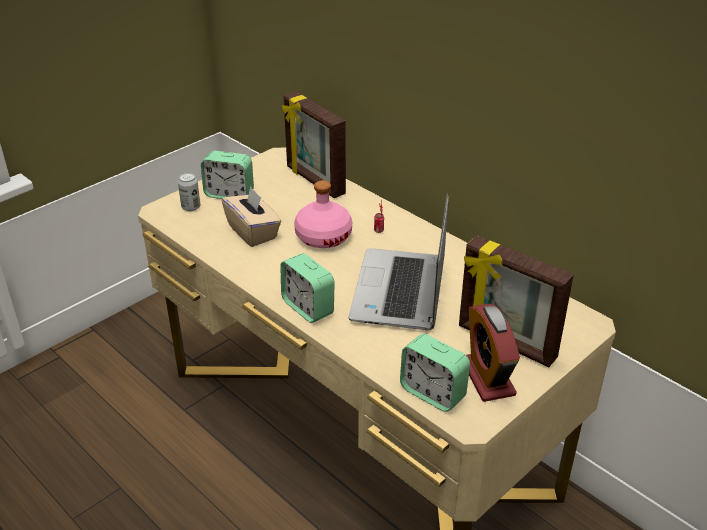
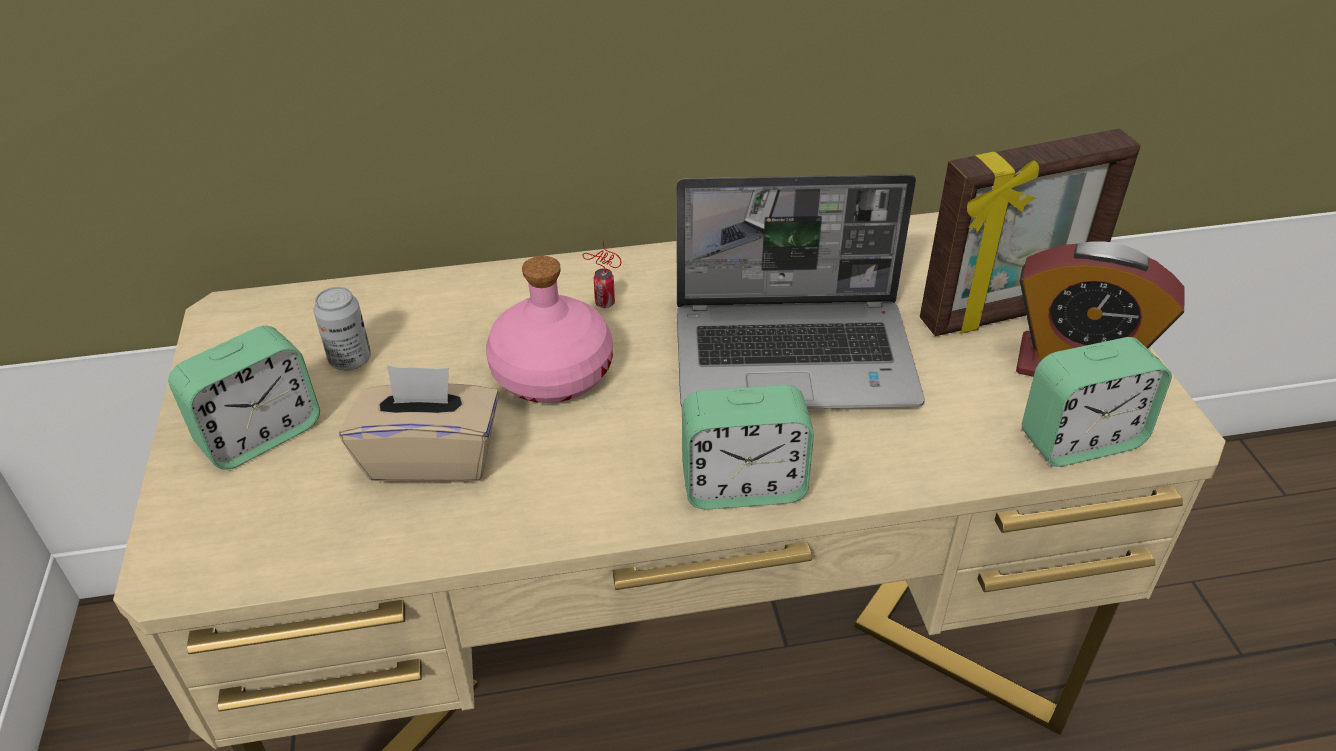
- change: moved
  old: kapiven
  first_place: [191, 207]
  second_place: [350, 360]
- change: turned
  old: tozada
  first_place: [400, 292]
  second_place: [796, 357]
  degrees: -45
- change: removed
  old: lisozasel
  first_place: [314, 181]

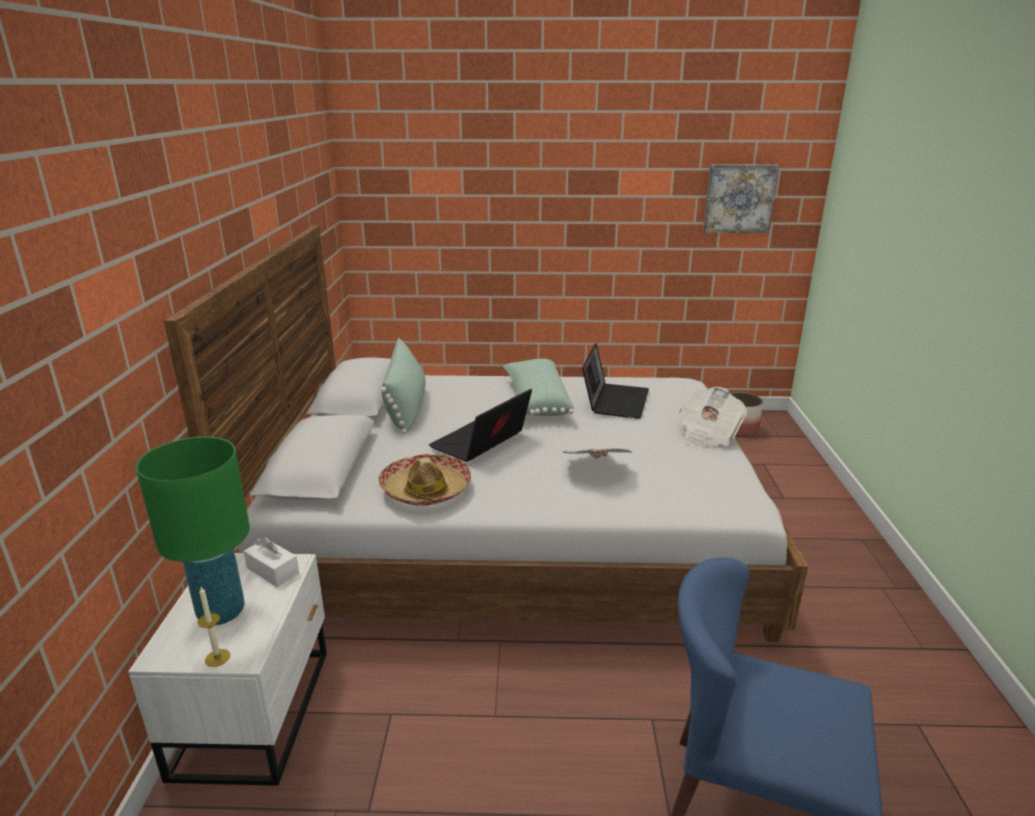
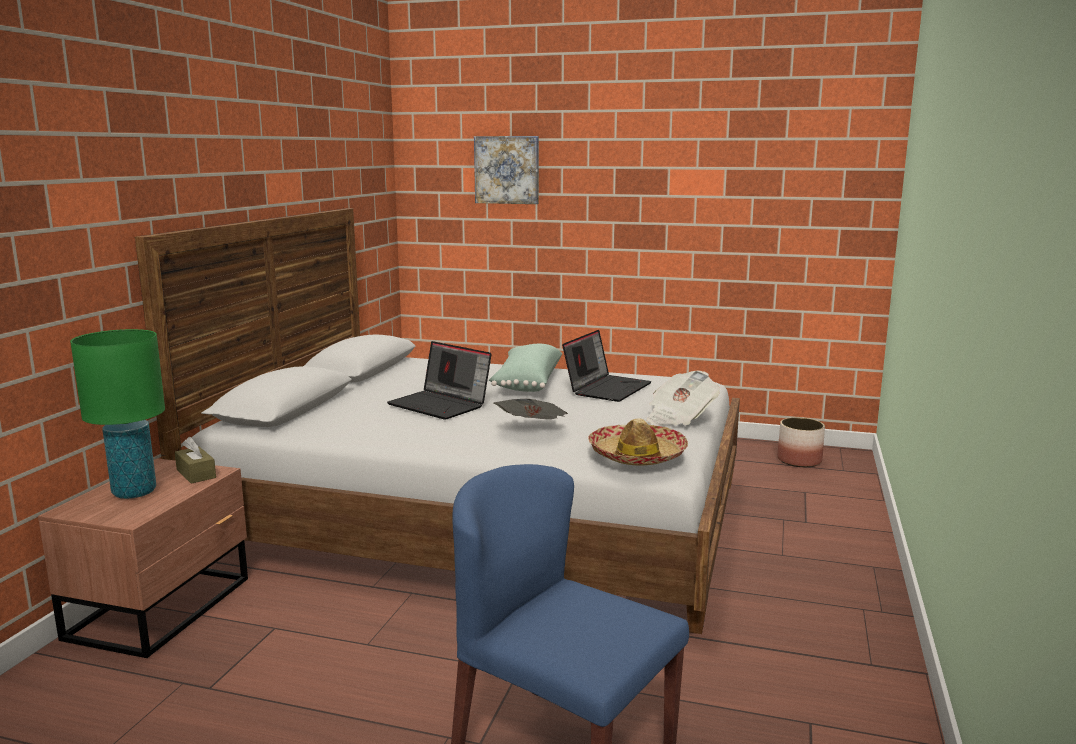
- change: recoloured
  old: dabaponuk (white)
  new: dabaponuk (brown)
  first_place: [257, 710]
  second_place: [164, 607]
- change: recoloured
  old: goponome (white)
  new: goponome (brown)
  first_place: [273, 571]
  second_place: [196, 474]
- change: turned
  old: tozada
  first_place: [480, 443]
  second_place: [441, 405]
  degrees: -105
- change: moved
  old: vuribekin
  first_place: [739, 198]
  second_place: [507, 170]
- change: moved
  old: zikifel
  first_place: [425, 490]
  second_place: [637, 455]
- change: removed
  old: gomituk
  first_place: [217, 658]
- change: removed
  old: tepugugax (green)
  first_place: [406, 407]

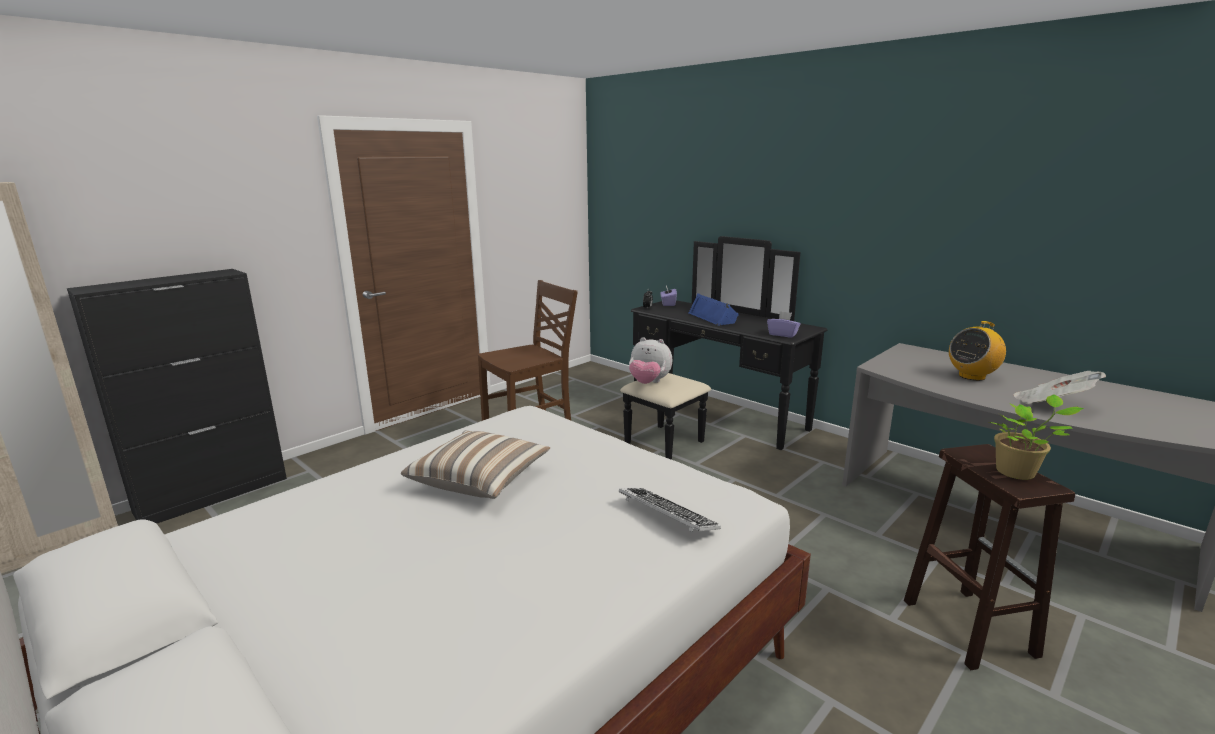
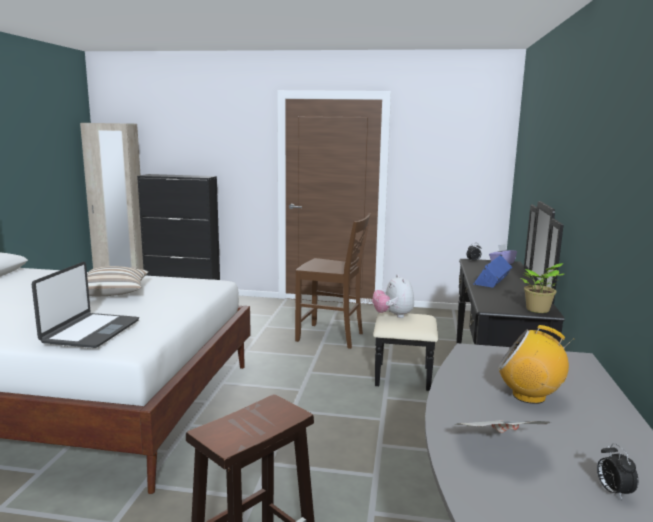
- change: replaced
  old: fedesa
  new: tozada
  first_place: [667, 516]
  second_place: [90, 331]
- change: moved
  old: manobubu
  first_place: [1018, 473]
  second_place: [538, 310]
- change: added
  new: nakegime
  second_place: [613, 491]
- change: removed
  old: goponome (purple)
  first_place: [782, 334]

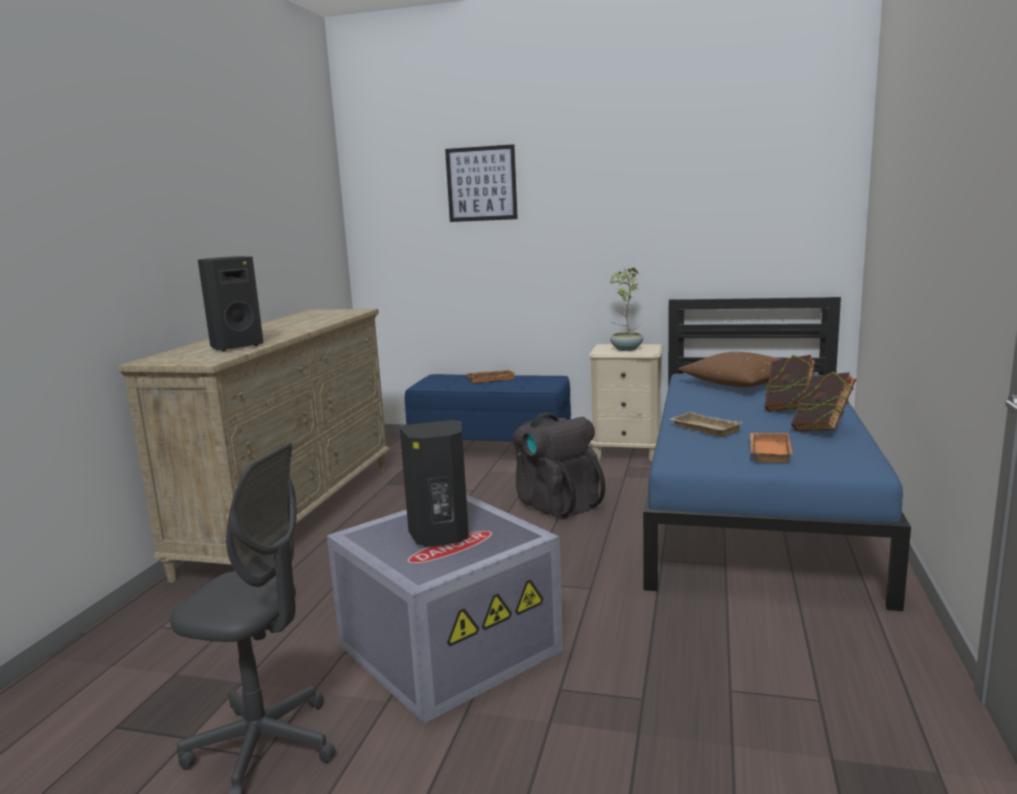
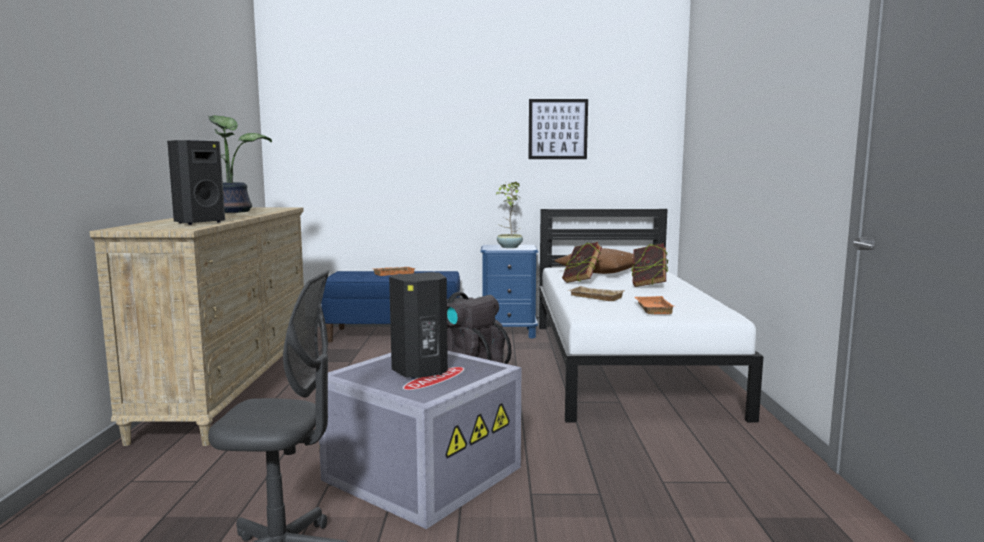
- change: added
  new: manobubu
  second_place: [233, 211]
- change: recoloured
  old: dabaponuk (beige)
  new: dabaponuk (blue)
  first_place: [627, 453]
  second_place: [508, 333]
- change: moved
  old: vuribekin
  first_place: [481, 184]
  second_place: [558, 129]
- change: recoloured
  old: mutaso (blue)
  new: mutaso (white)
  first_place: [756, 507]
  second_place: [624, 364]
- change: moved
  old: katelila
  first_place: [821, 431]
  second_place: [581, 282]

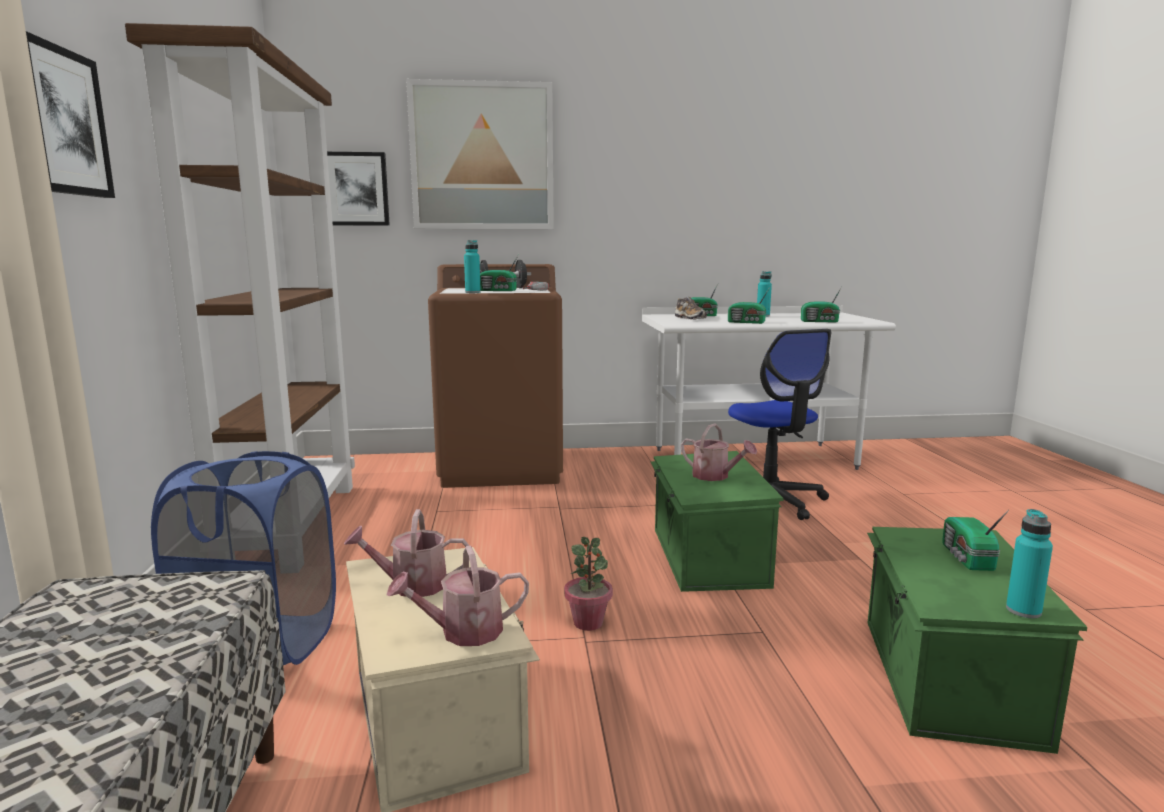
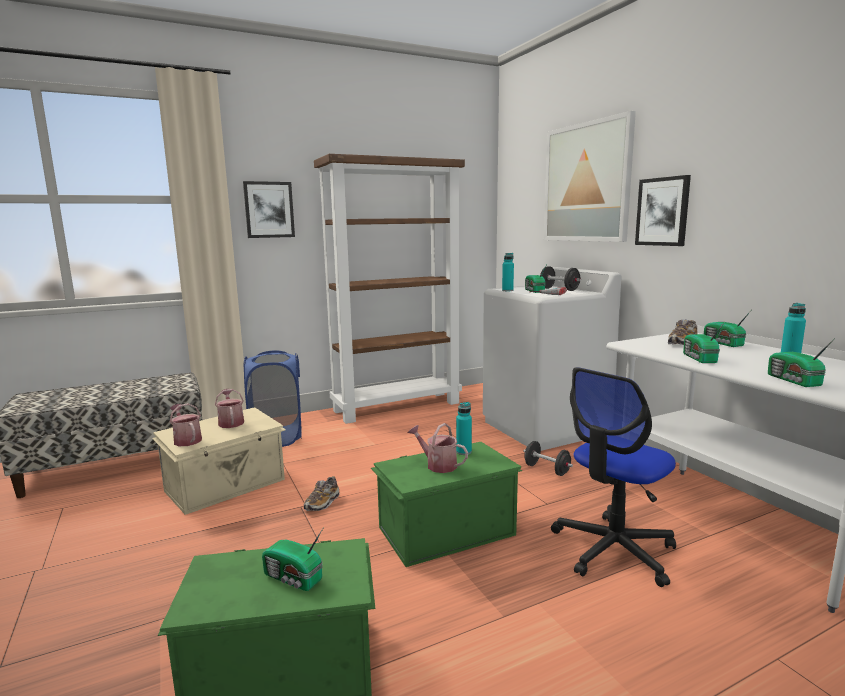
- change: turned
  old: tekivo
  first_place: [966, 558]
  second_place: [293, 578]
  degrees: -135
- change: replaced
  old: manobubu
  new: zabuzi
  first_place: [588, 623]
  second_place: [322, 503]
- change: turned
  old: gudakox
  first_place: [715, 476]
  second_place: [438, 465]
  degrees: 105
- change: moved
  old: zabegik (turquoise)
  first_place: [1023, 610]
  second_place: [463, 452]
- change: recoloured
  old: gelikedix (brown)
  new: gelikedix (white)
  first_place: [502, 467]
  second_place: [545, 427]
- change: added
  new: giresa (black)
  second_place: [546, 469]
- change: moved
  old: vuribekin
  first_place: [356, 189]
  second_place: [662, 211]

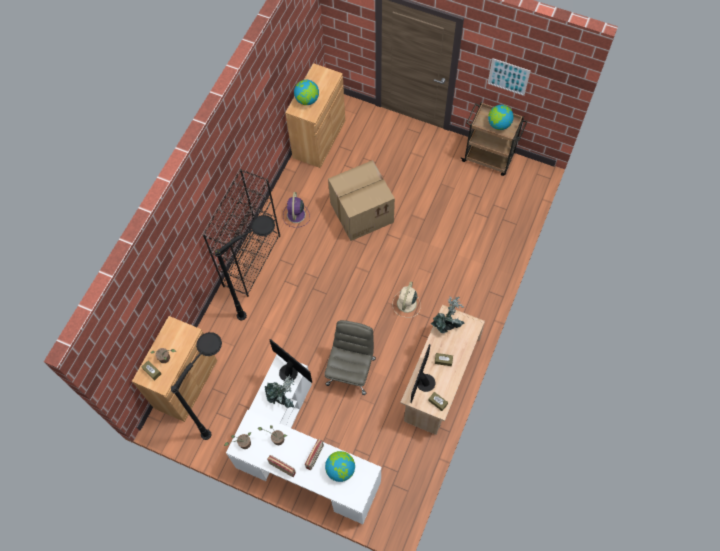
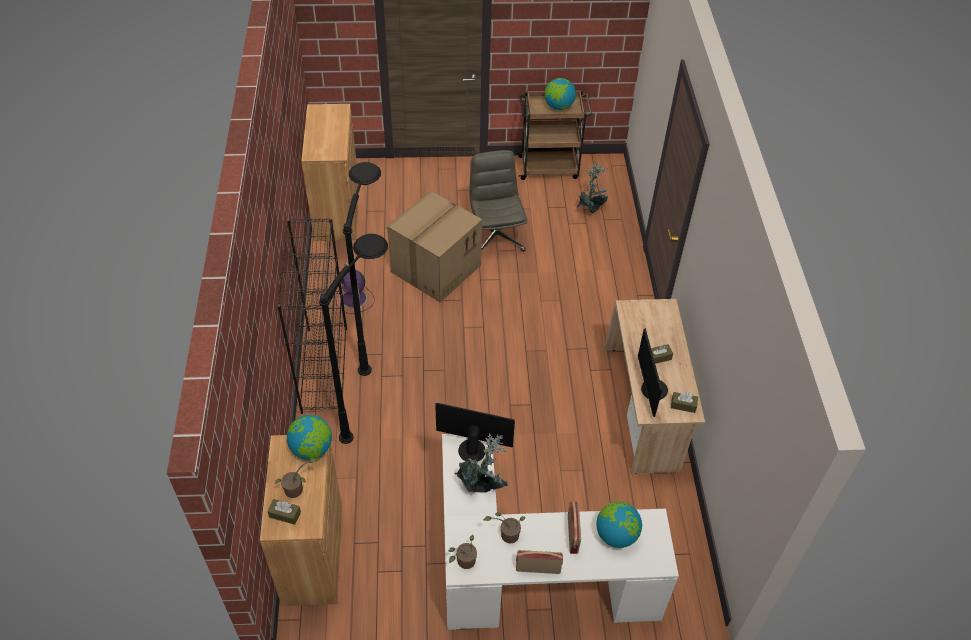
- change: moved
  old: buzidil
  first_place: [307, 100]
  second_place: [311, 449]
- change: moved
  old: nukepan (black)
  first_place: [227, 408]
  second_place: [375, 337]
- change: moved
  old: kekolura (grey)
  first_place: [351, 370]
  second_place: [495, 237]
- change: moved
  old: manobubu
  first_place: [447, 325]
  second_place: [591, 208]
- change: removed
  old: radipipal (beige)
  first_place: [406, 304]
- change: removed
  old: vuribekin
  first_place: [508, 77]

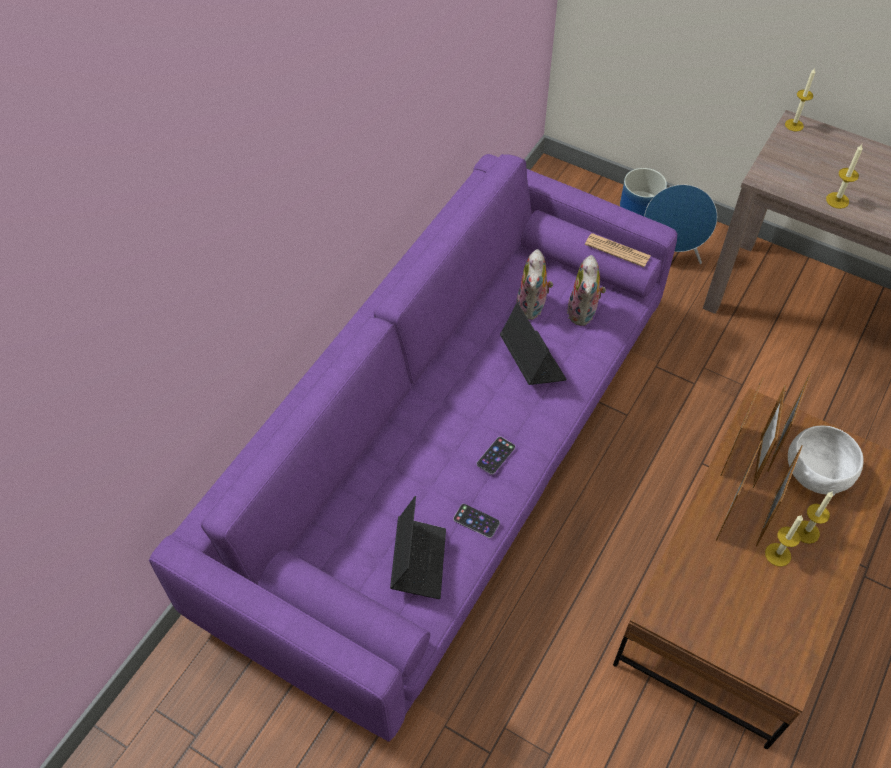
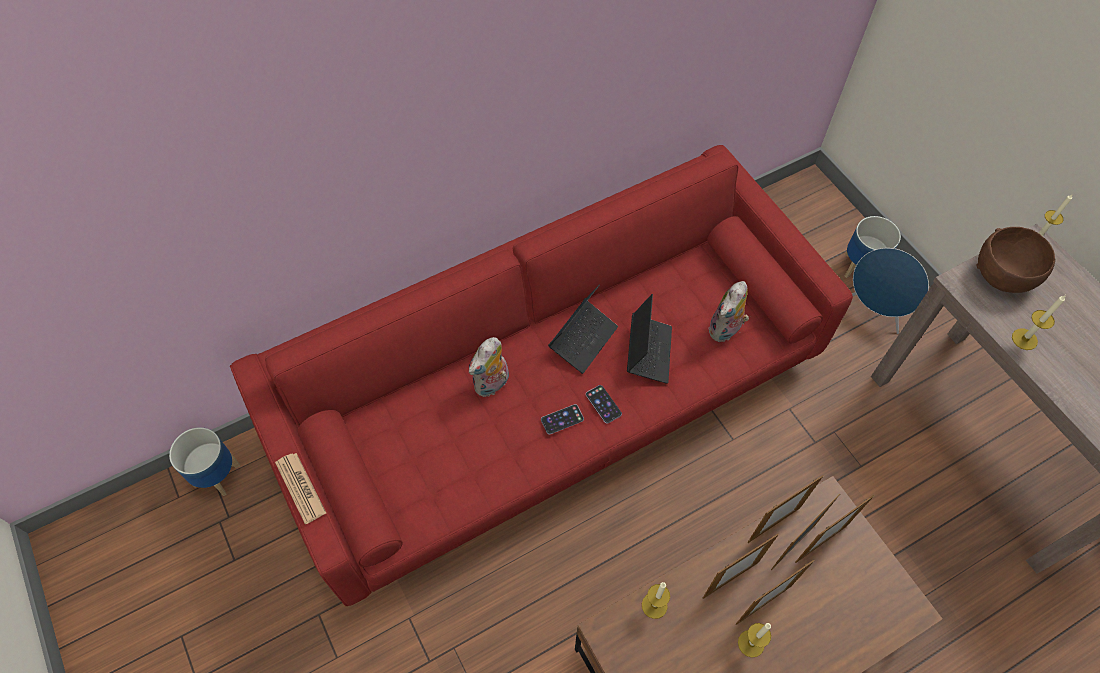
- change: added
  new: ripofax
  second_place: [217, 475]
- change: recoloured
  old: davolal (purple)
  new: davolal (red)
  first_place: [445, 460]
  second_place: [549, 399]
- change: moved
  old: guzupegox
  first_place: [617, 250]
  second_place: [300, 488]
- change: moved
  old: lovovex
  first_place: [533, 307]
  second_place: [492, 384]
- change: moved
  old: tozada
  first_place: [418, 561]
  second_place: [583, 339]
- change: moved
  old: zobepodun
  first_place: [476, 521]
  second_place: [603, 404]
- change: moved
  old: gomituk
  first_place: [806, 532]
  second_place: [654, 605]
- change: added
  new: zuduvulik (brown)
  second_place: [1004, 275]
- change: removed
  old: zuduvulik (white)
  first_place: [815, 473]

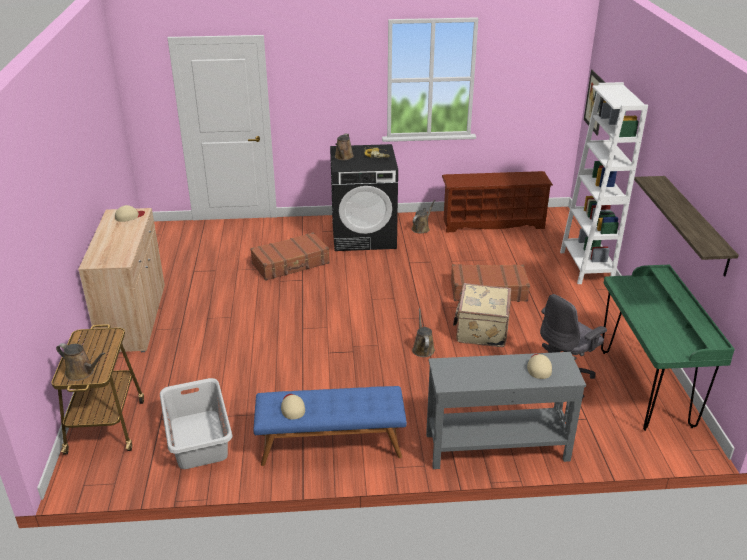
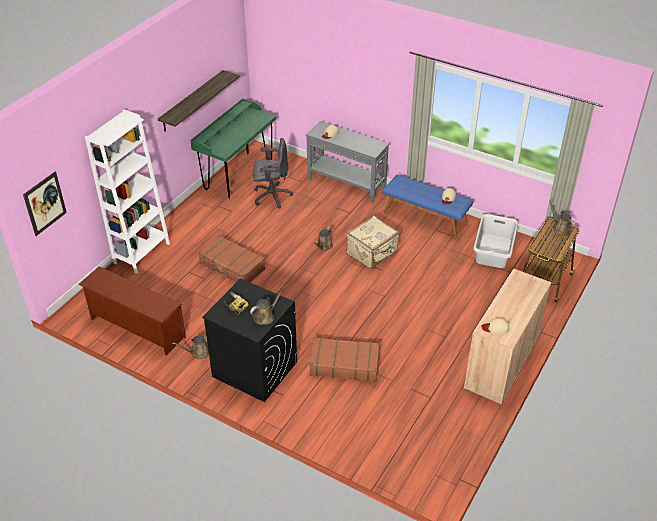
- change: moved
  old: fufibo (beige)
  first_place: [481, 330]
  second_place: [372, 253]

